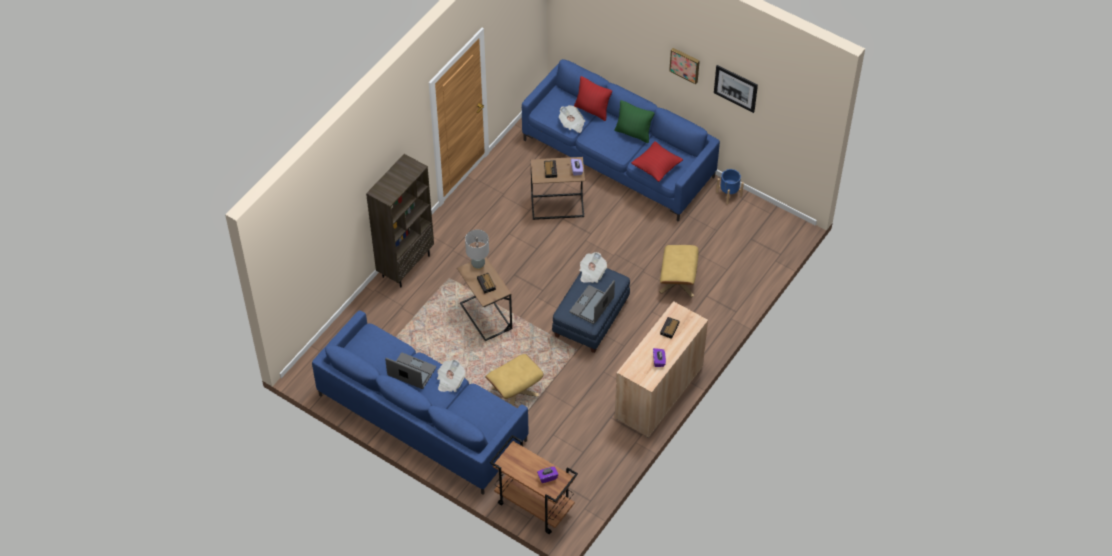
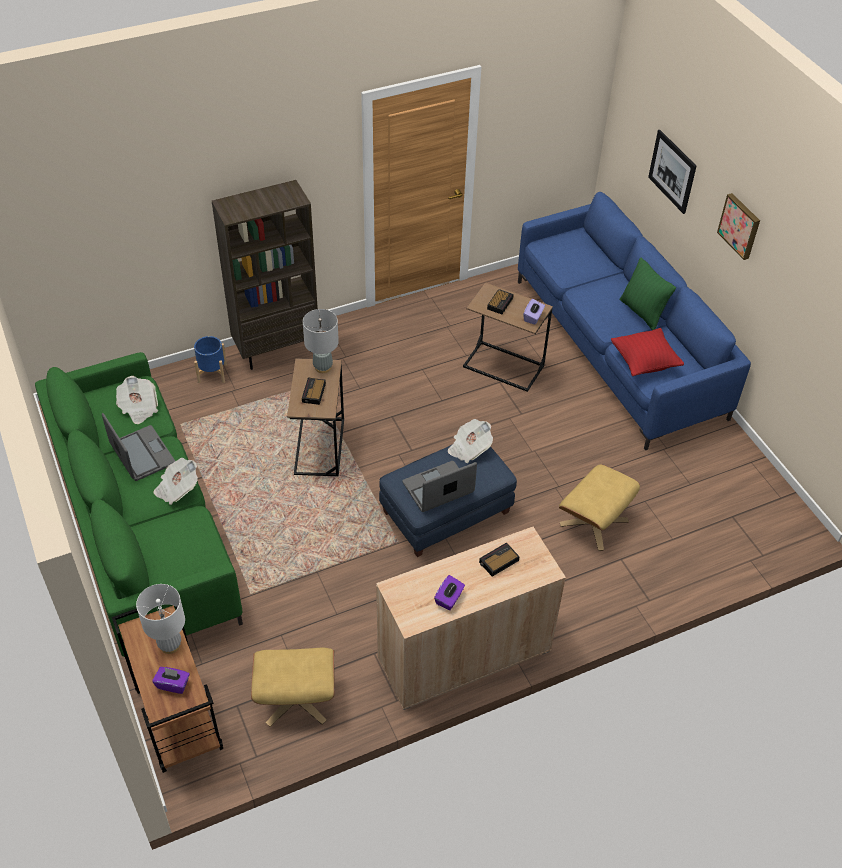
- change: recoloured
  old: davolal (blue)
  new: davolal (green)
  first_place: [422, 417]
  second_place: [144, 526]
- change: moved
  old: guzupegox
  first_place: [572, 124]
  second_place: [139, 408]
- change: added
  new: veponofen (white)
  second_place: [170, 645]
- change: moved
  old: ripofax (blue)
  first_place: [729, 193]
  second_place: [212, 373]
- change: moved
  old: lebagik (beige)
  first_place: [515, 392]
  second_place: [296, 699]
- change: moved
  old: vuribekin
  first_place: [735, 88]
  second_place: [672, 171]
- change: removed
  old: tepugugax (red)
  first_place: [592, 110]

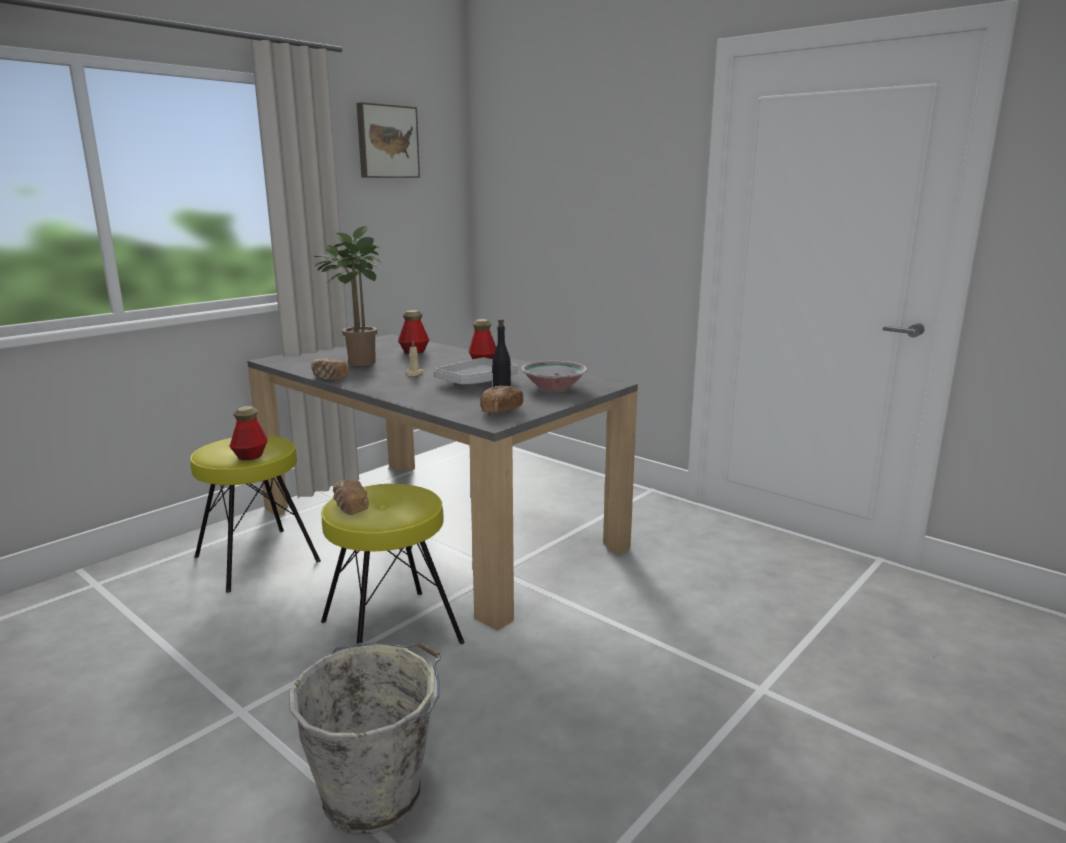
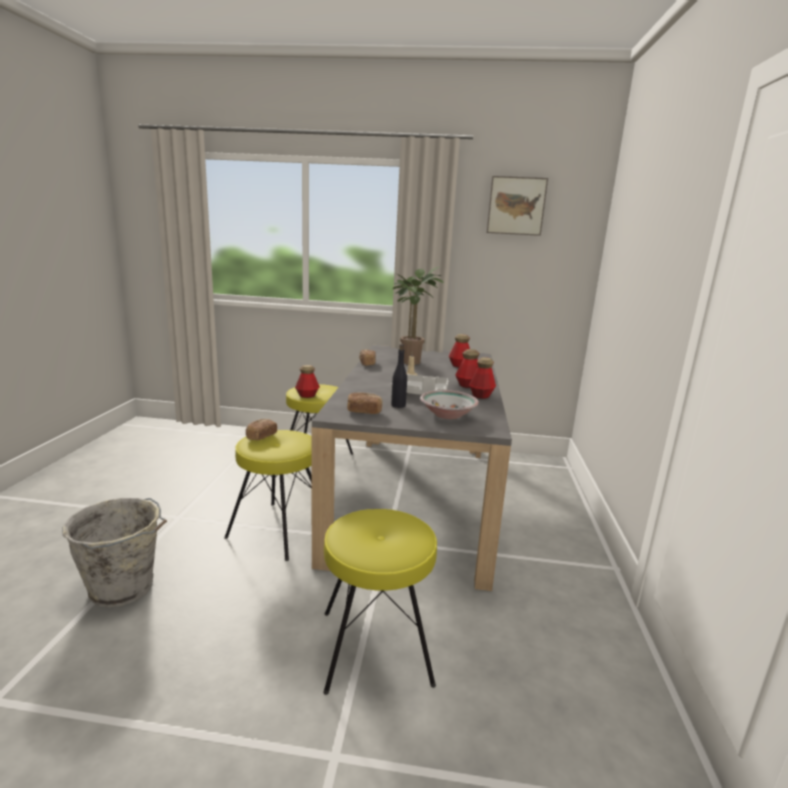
- change: added
  new: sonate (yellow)
  second_place: [375, 647]
- change: added
  new: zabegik
  second_place: [481, 396]

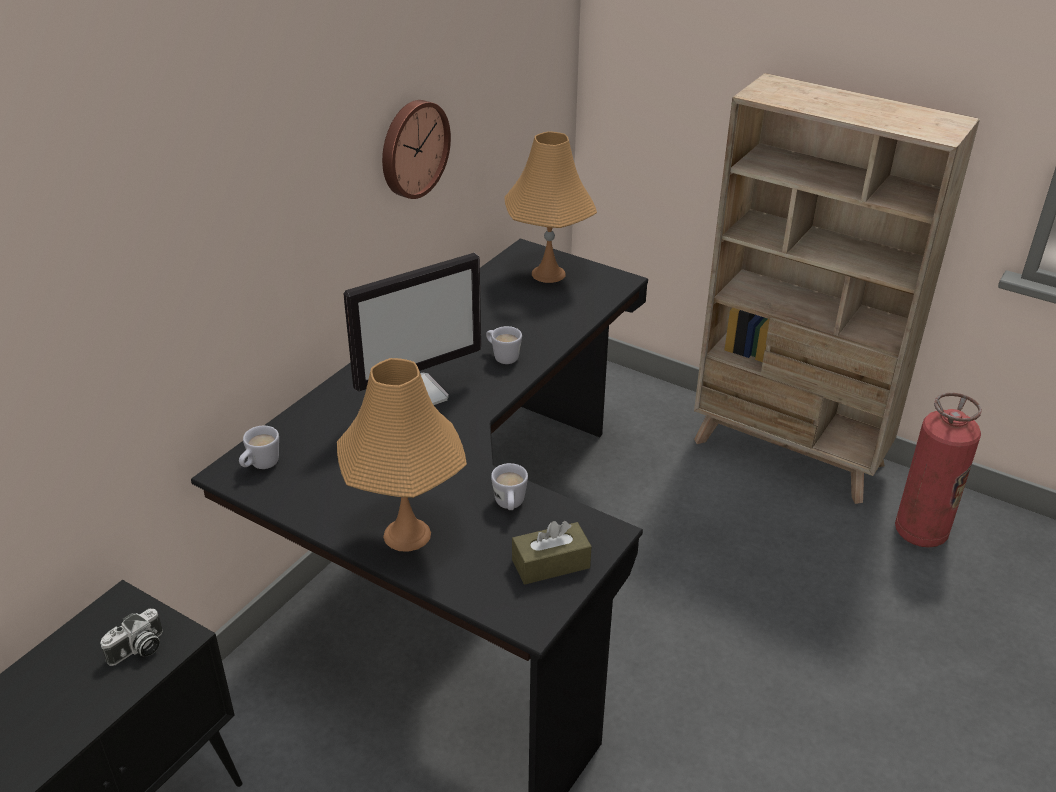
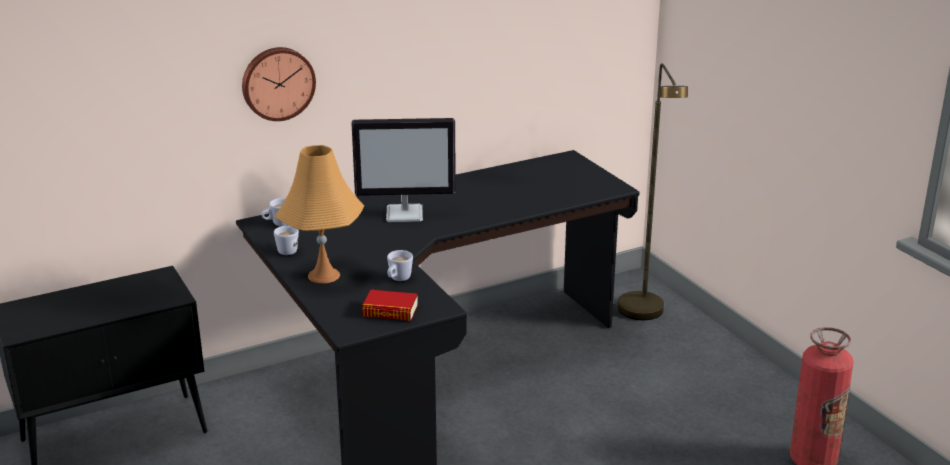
- change: moved
  old: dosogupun
  first_place: [412, 148]
  second_place: [277, 83]
- change: moved
  old: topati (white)
  first_place: [502, 356]
  second_place: [286, 249]
- change: replaced
  old: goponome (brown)
  new: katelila
  first_place: [550, 564]
  second_place: [390, 311]
- change: added
  new: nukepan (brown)
  second_place: [644, 315]
- change: removed
  old: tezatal
  first_place: [138, 650]
- change: removed
  old: veponofen (orange)
  first_place: [548, 274]
- change: removed
  old: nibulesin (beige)
  first_place: [788, 453]

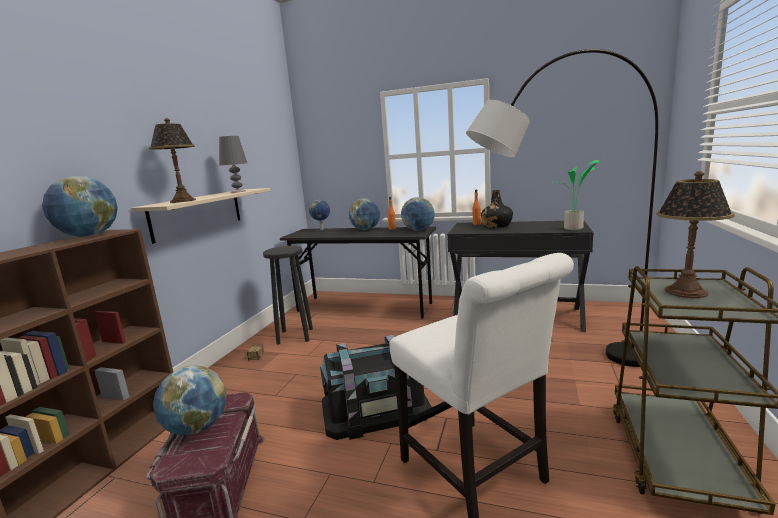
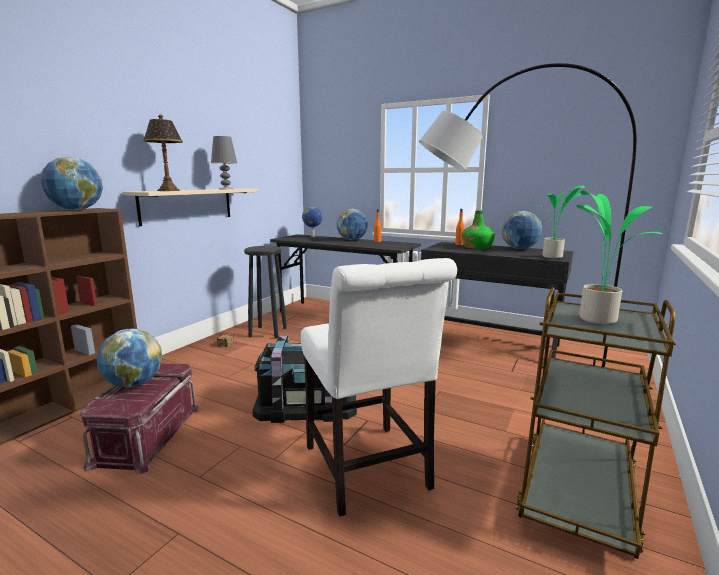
- change: recoloured
  old: zabegik (black)
  new: zabegik (green)
  first_place: [496, 226]
  second_place: [476, 247]
- change: moved
  old: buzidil
  first_place: [418, 230]
  second_place: [519, 249]
- change: replaced
  old: veponofen
  new: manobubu
  first_place: [685, 292]
  second_place: [597, 319]

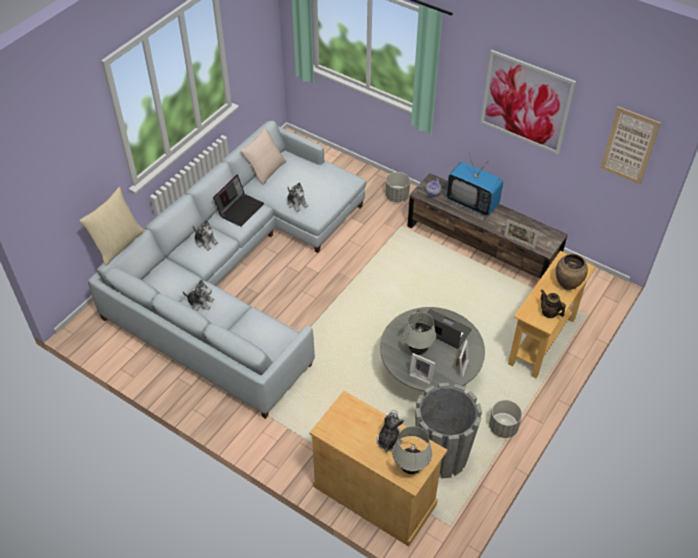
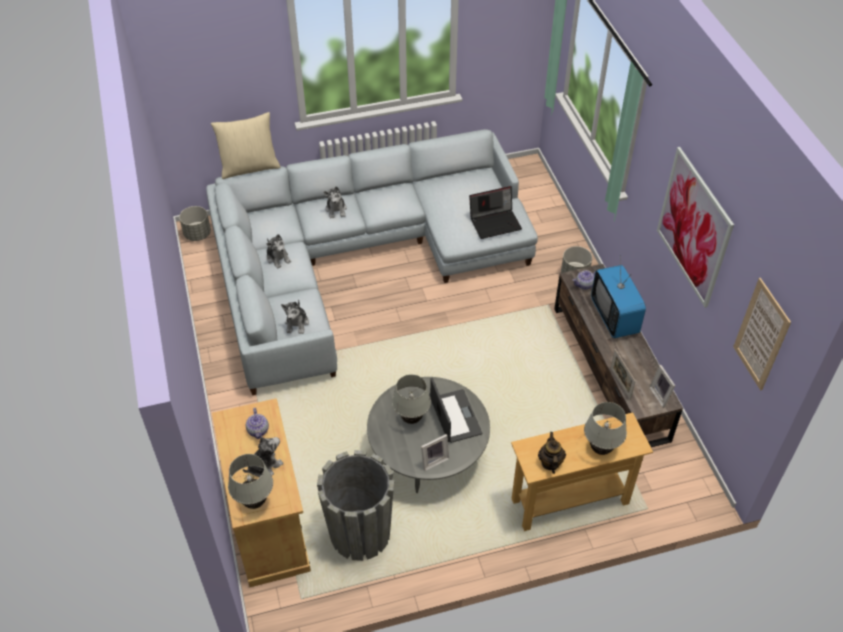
- change: moved
  old: ripofax (grey)
  first_place: [503, 427]
  second_place: [197, 234]
- change: added
  new: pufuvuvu
  second_place: [258, 430]
- change: moved
  old: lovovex
  first_place: [297, 203]
  second_place: [297, 323]
- change: moved
  old: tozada
  first_place: [240, 209]
  second_place: [495, 222]
- change: replaced
  old: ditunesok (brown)
  new: veponofen (white)
  first_place: [567, 284]
  second_place: [601, 449]
- change: moved
  old: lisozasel
  first_place: [422, 375]
  second_place: [661, 395]
- change: removed
  old: tepugugax (beige)
  first_place: [265, 168]

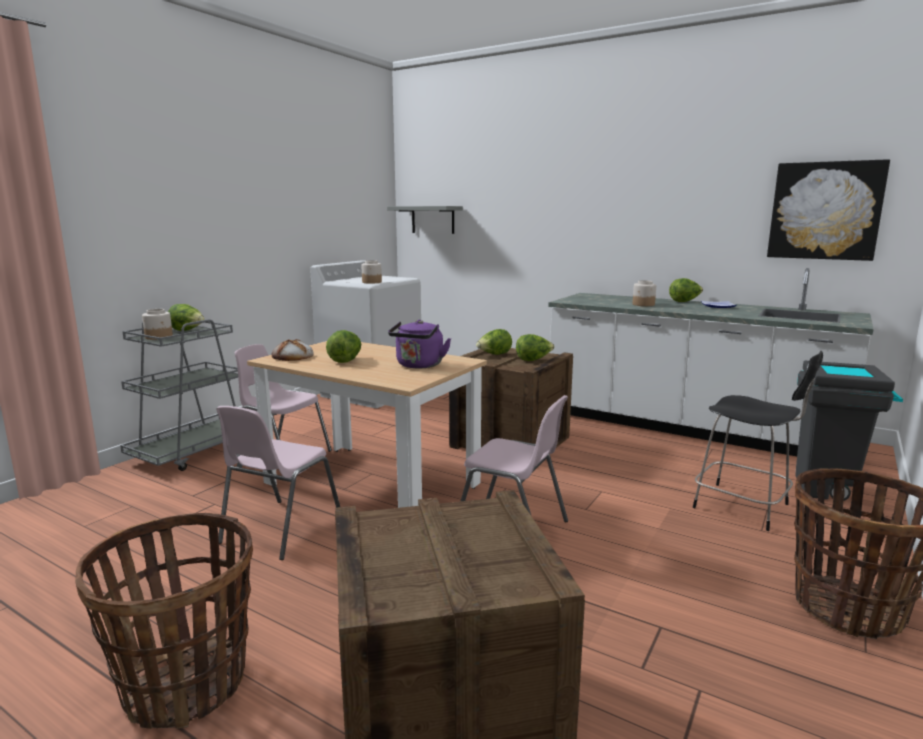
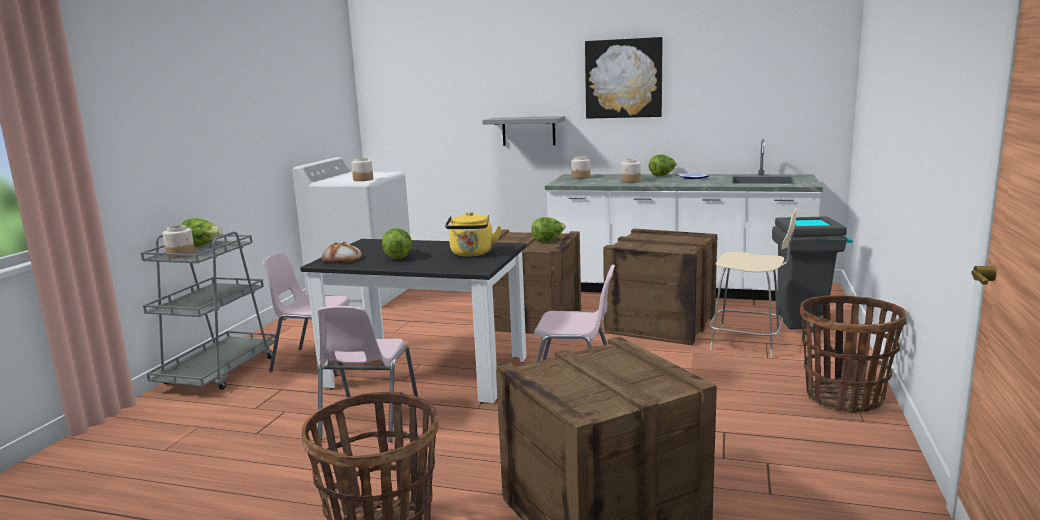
- change: recoloured
  old: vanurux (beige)
  new: vanurux (black)
  first_place: [372, 484]
  second_place: [427, 372]
- change: recoloured
  old: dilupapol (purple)
  new: dilupapol (yellow)
  first_place: [419, 366]
  second_place: [472, 254]
- change: moved
  old: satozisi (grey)
  first_place: [433, 219]
  second_place: [528, 131]
- change: added
  new: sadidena
  second_place: [581, 177]
- change: moved
  old: vuribekin
  first_place: [825, 211]
  second_place: [623, 78]
- change: added
  new: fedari
  second_place: [660, 324]
- change: recoloured
  old: sonate (black)
  new: sonate (beige)
  first_place: [744, 507]
  second_place: [748, 343]
- change: removed
  old: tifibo
  first_place: [494, 355]

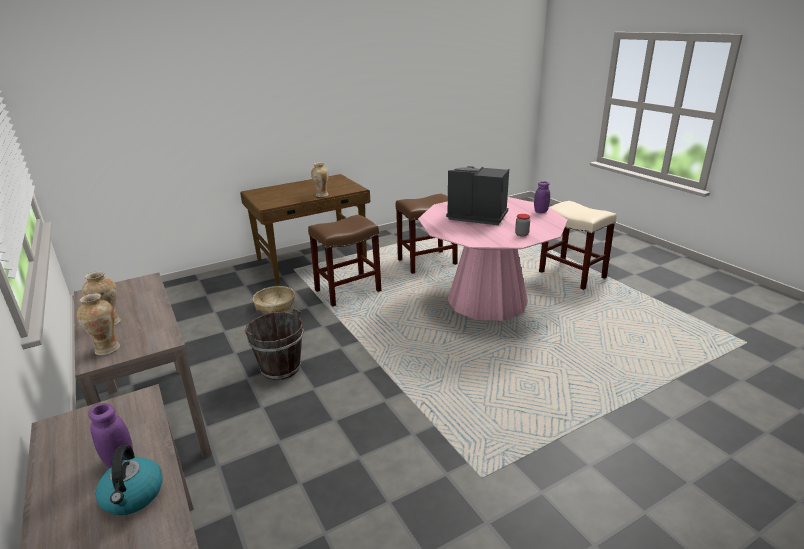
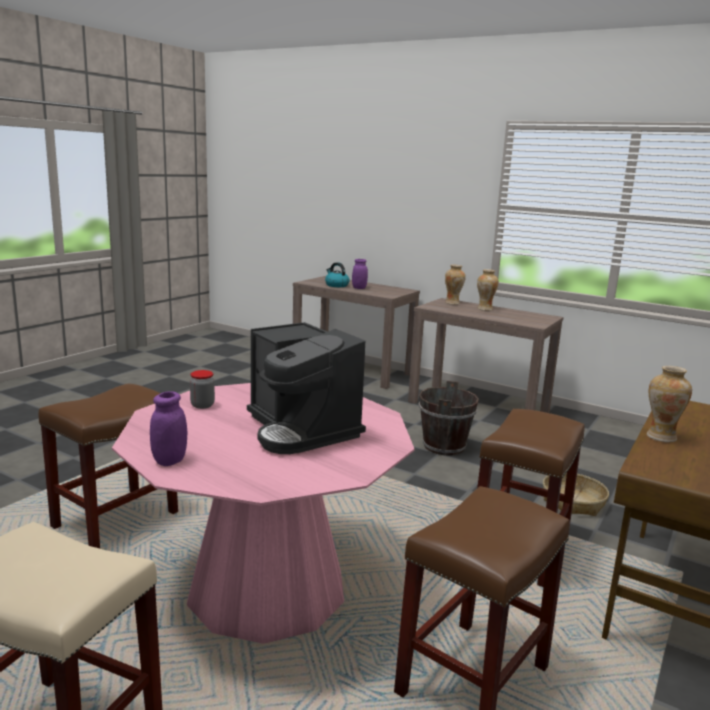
- change: added
  new: sonate (brown)
  second_place: [116, 519]
- change: turned
  old: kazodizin
  first_place: [476, 216]
  second_place: [301, 429]
  degrees: 60

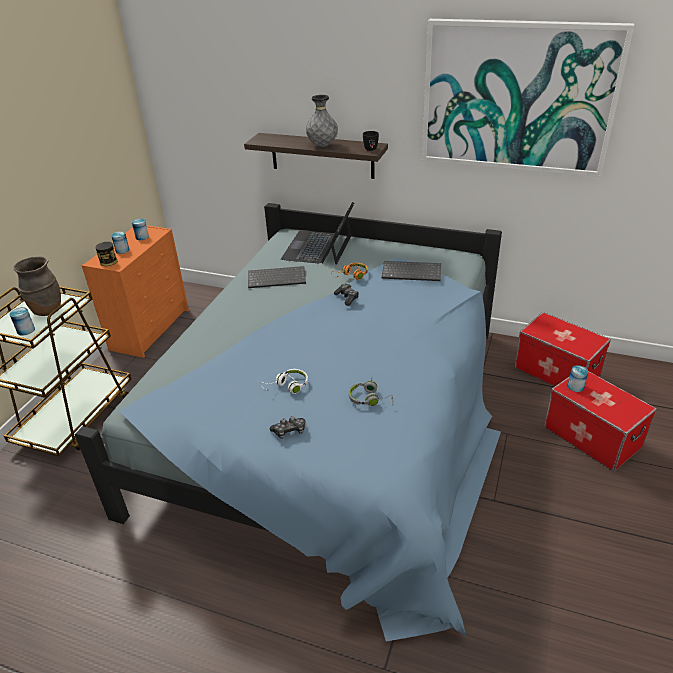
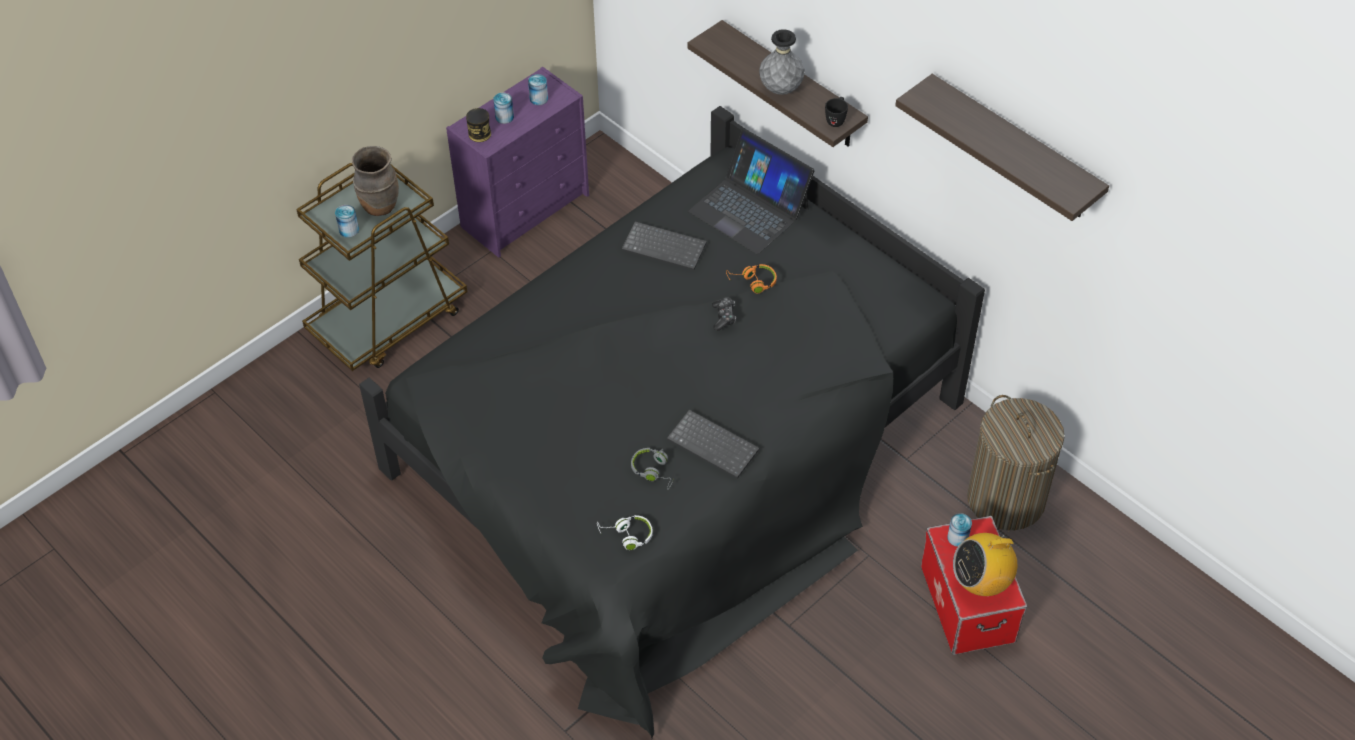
- change: recoloured
  old: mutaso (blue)
  new: mutaso (black)
  first_place: [335, 423]
  second_place: [676, 454]
- change: recoloured
  old: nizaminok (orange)
  new: nizaminok (purple)
  first_place: [150, 329]
  second_place: [526, 210]
- change: moved
  old: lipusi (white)
  first_place: [287, 386]
  second_place: [626, 535]
- change: moved
  old: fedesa
  first_place: [412, 272]
  second_place: [715, 445]
- change: turned
  old: tozada
  first_place: [318, 247]
  second_place: [749, 209]
  degrees: -90
- change: replaced
  old: vuribekin
  new: satozisi
  first_place: [517, 97]
  second_place: [1014, 149]
- change: added
  new: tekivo
  second_place: [981, 582]
- change: replaced
  old: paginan
  new: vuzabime
  first_place: [557, 372]
  second_place: [1006, 499]
- change: removed
  old: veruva
  first_place: [289, 431]

